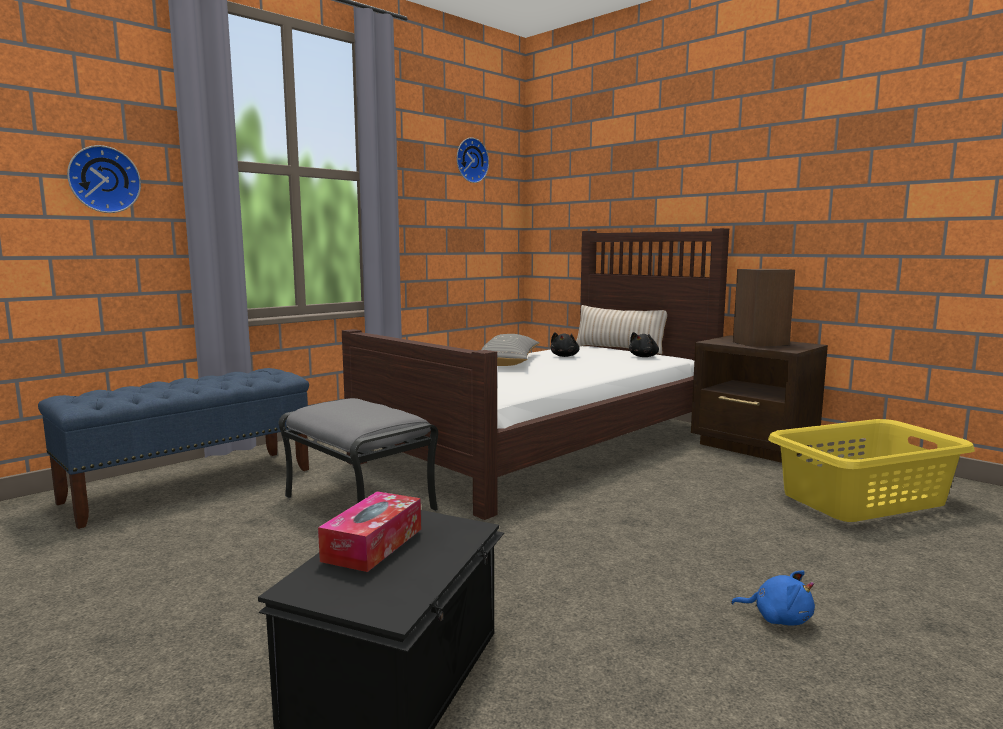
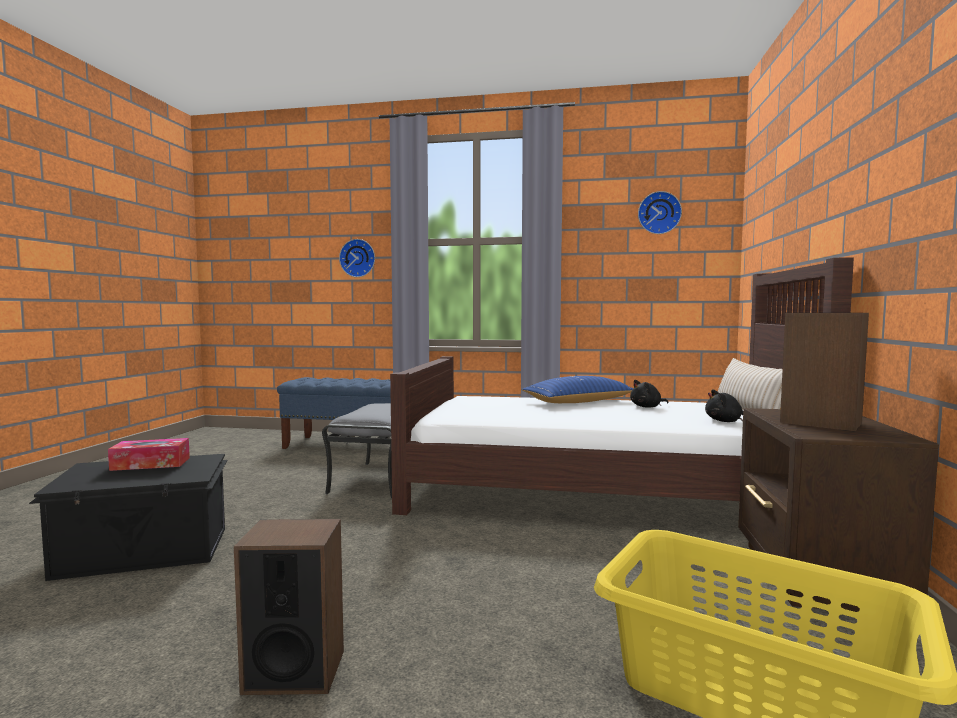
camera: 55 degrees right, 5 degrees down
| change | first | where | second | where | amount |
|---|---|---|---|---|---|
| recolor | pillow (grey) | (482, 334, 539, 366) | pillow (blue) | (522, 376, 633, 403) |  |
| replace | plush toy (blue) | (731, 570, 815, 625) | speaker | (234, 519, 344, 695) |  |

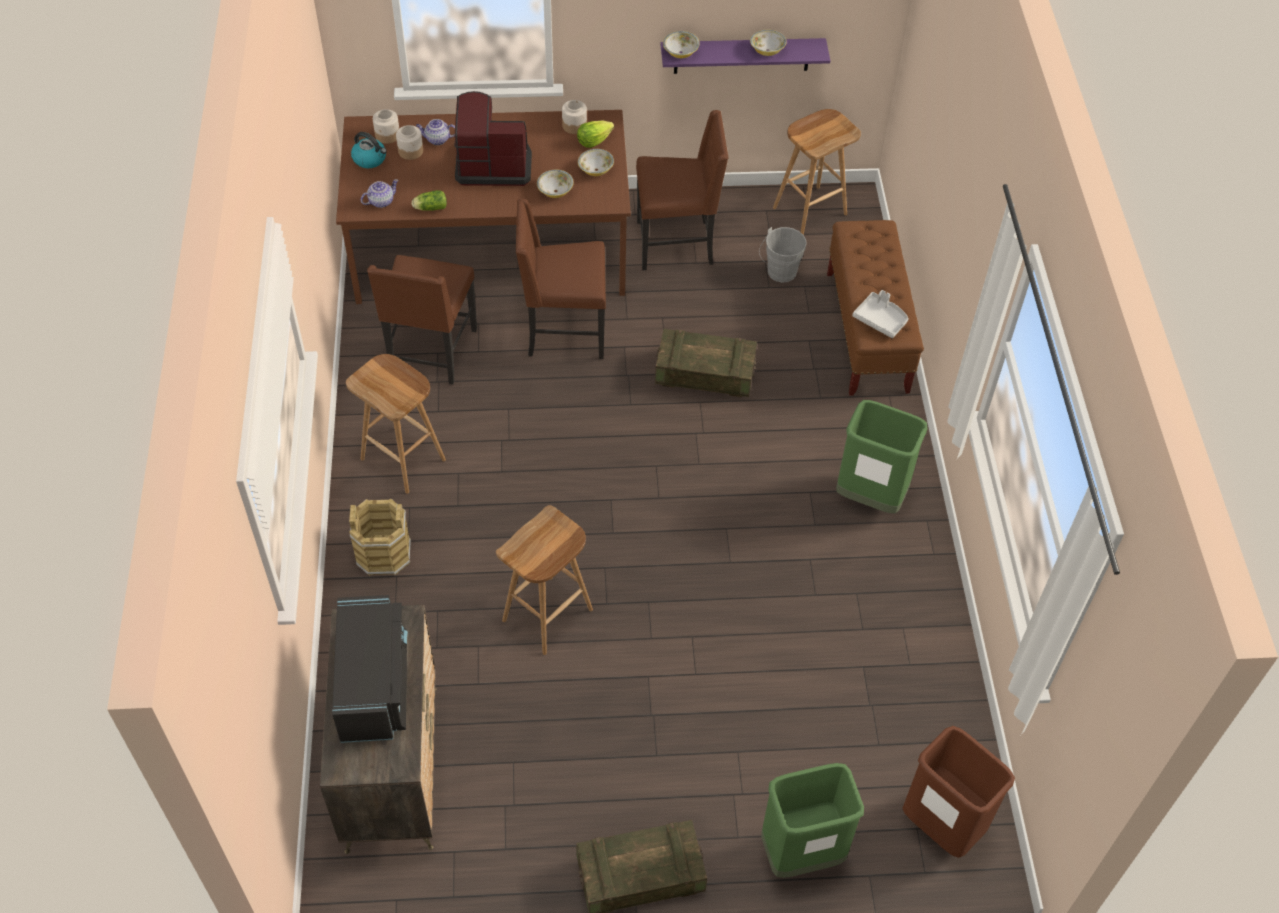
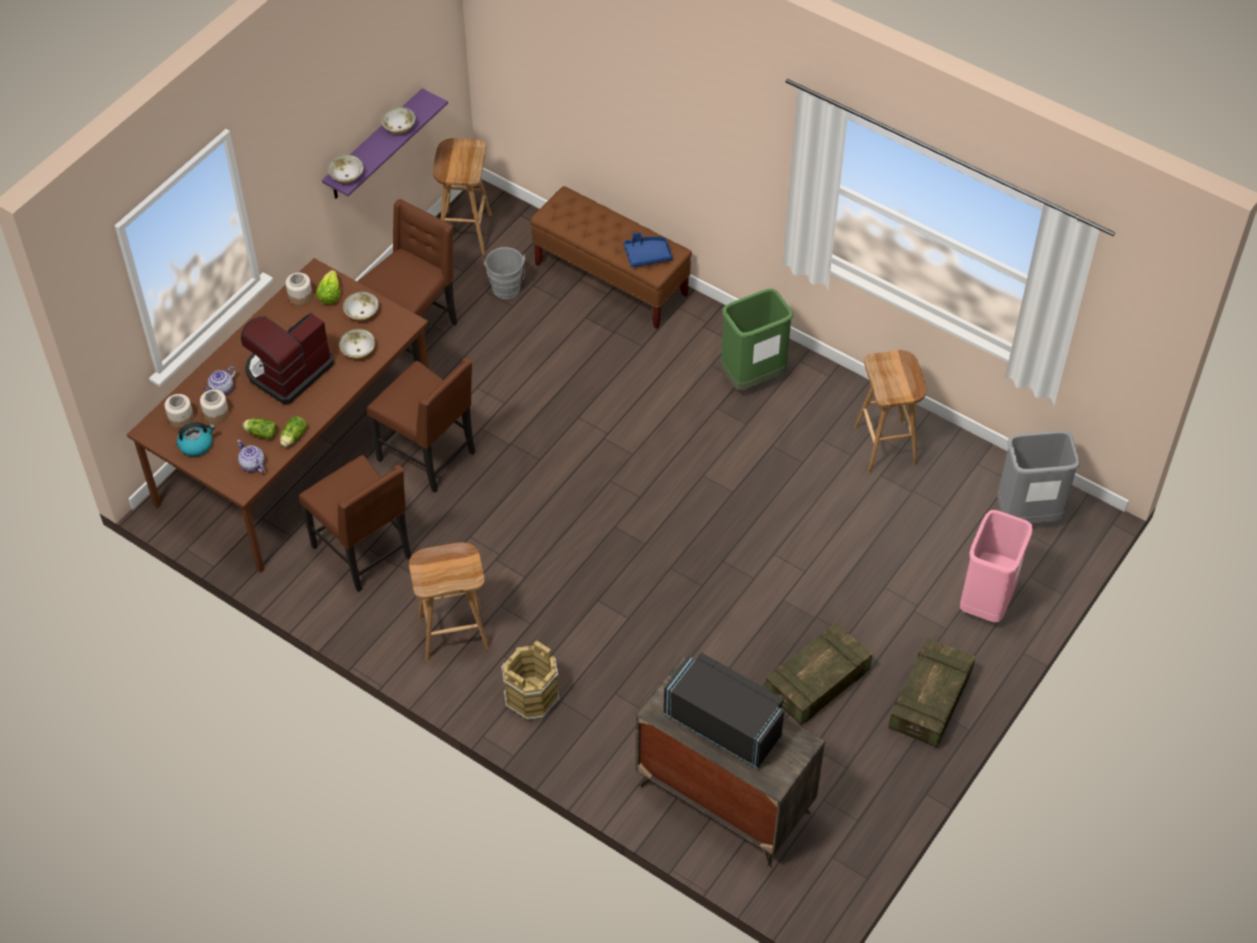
camera: 50 degrees left, 0 degrees up
| change | first | where | second | where | amount |
|---|---|---|---|---|---|
| rotate | teapot | (361, 179, 399, 208) |  | (237, 440, 265, 473) | 45 degrees counterclockwise |
| move | stool (brown) | (496, 505, 593, 655) |  | (854, 350, 926, 473) |  |
| rotate | chair (brown) | (516, 199, 606, 359) |  | (367, 357, 475, 493) | 90 degrees counterclockwise |
| move | crate | (655, 329, 757, 397) |  | (765, 622, 872, 725) |  |
| recolor | trash can (green) | (761, 763, 864, 878) | trash can (pink) | (960, 510, 1033, 622) |  |
| recolor | tray (grey) | (853, 290, 909, 338) | tray (blue) | (623, 232, 673, 268) |  |
| recolor | trash can (brown) | (902, 726, 1015, 858) | trash can (grey) | (997, 431, 1080, 523) |  |
| insert |  |  | lettuce | (243, 418, 277, 440) |  |

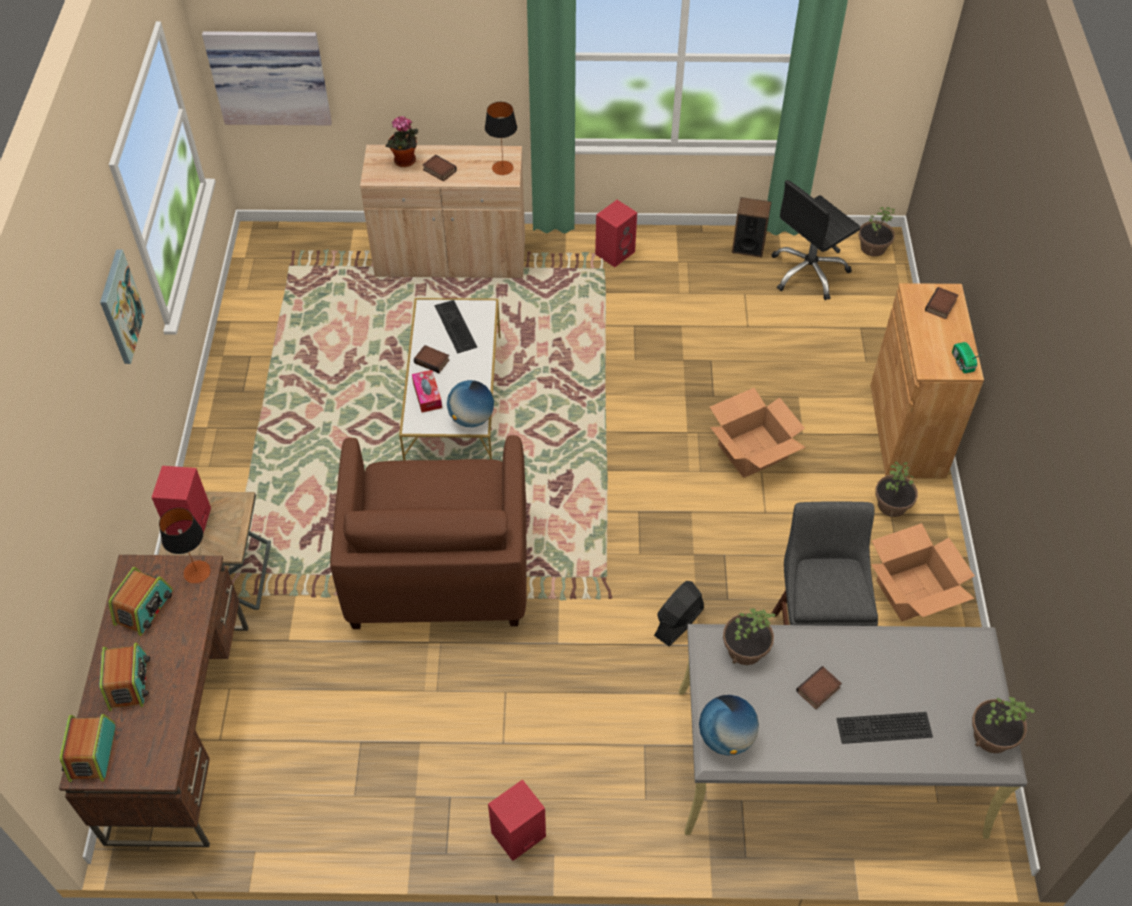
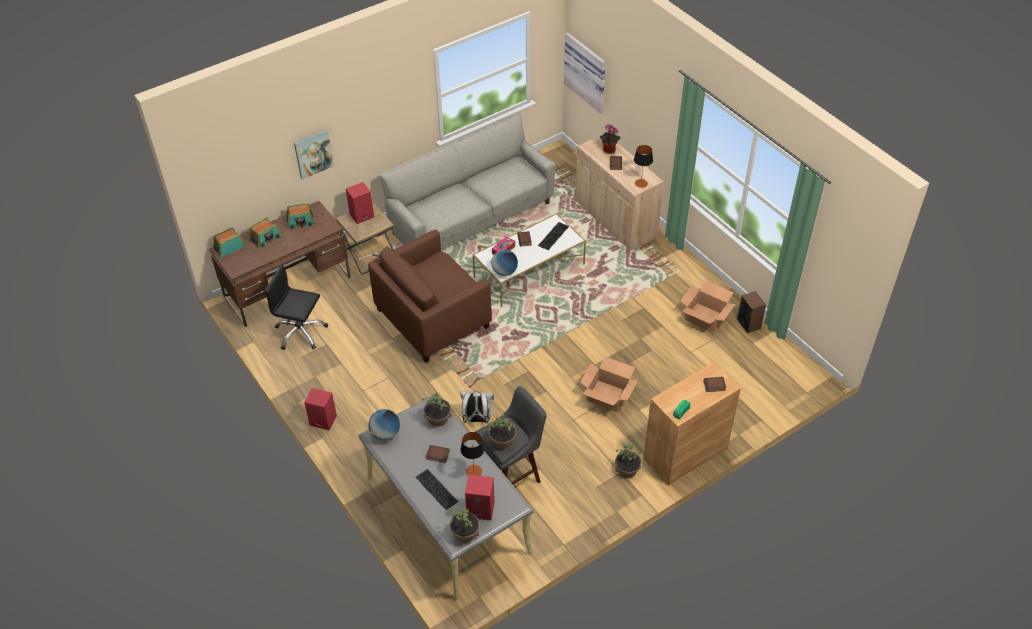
camera: 55 degrees right, 5 degrees down
| change | first | where | second | where | amount |
|---|---|---|---|---|---|
| move | picture | (100, 250, 145, 364) |  | (294, 129, 334, 180) |  |
| move | table lamp | (159, 508, 211, 584) |  | (461, 432, 485, 476) |  |
| move | speaker (red) | (595, 200, 637, 267) |  | (465, 474, 495, 521) |  |
| replace | fan (black) | (654, 581, 704, 646) | backpack (white) | (460, 391, 494, 423) |  |
| move | office chair (black) | (771, 180, 861, 300) |  | (264, 264, 328, 350) |  |
| move | potted plant | (858, 207, 895, 257) |  | (488, 414, 516, 449) |  |
| move | cardboard box | (871, 523, 975, 621) |  | (680, 281, 735, 332) |  |
| insert |  |  | sofa (grey) | (380, 113, 556, 250) |  |

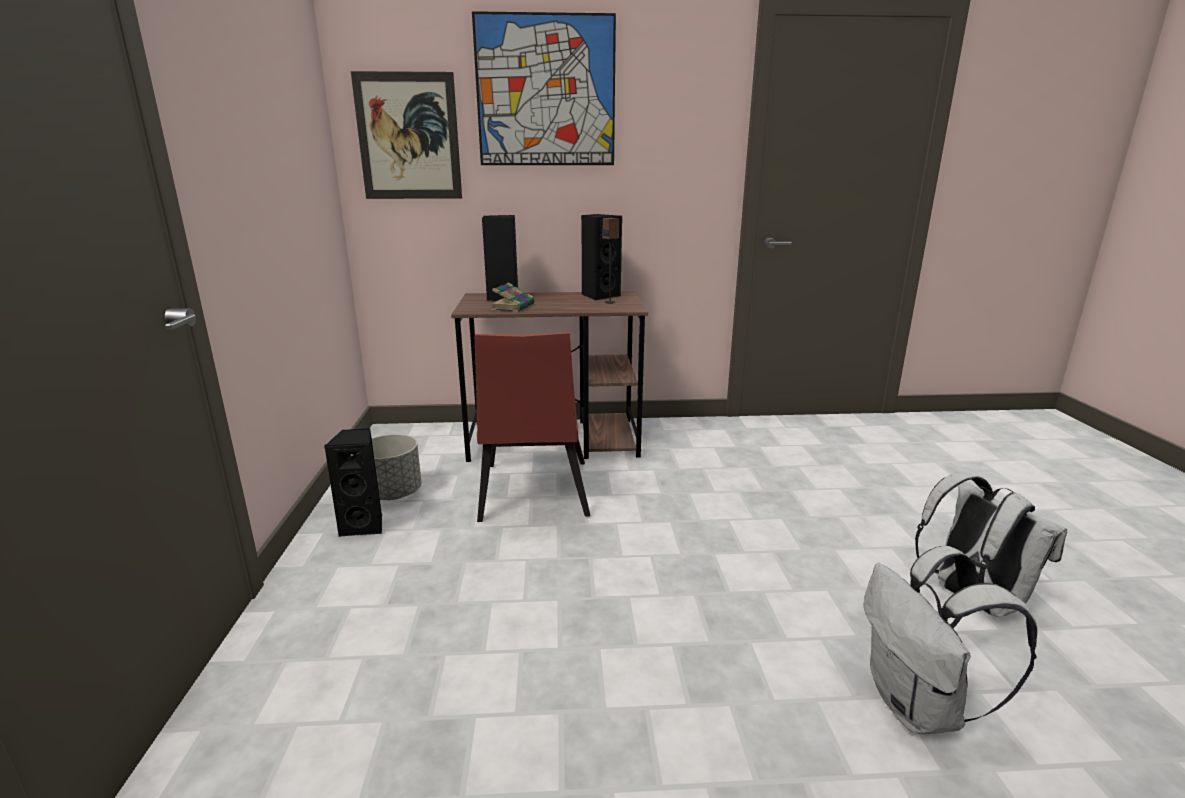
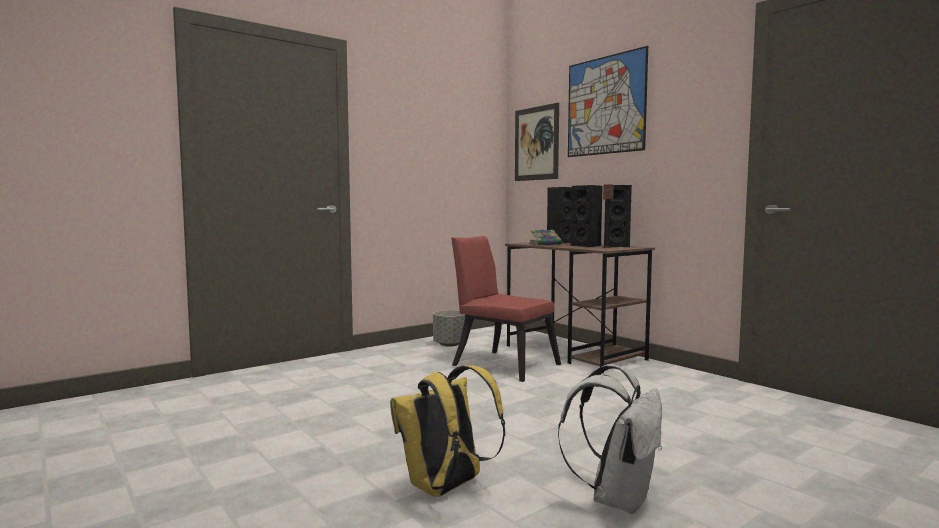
camera: 55 degrees right, 15 degrees down
| change | first | where | second | where | amount |
|---|---|---|---|---|---|
| move | speaker (black) | (324, 428, 382, 537) |  | (570, 185, 603, 247) |  |
| rotate | chair (red) | (475, 332, 590, 522) |  | (451, 236, 561, 382) | 75 degrees clockwise |
| recolor | backpack (white) | (864, 546, 1037, 734) | backpack (yellow) | (390, 365, 505, 497) |  |

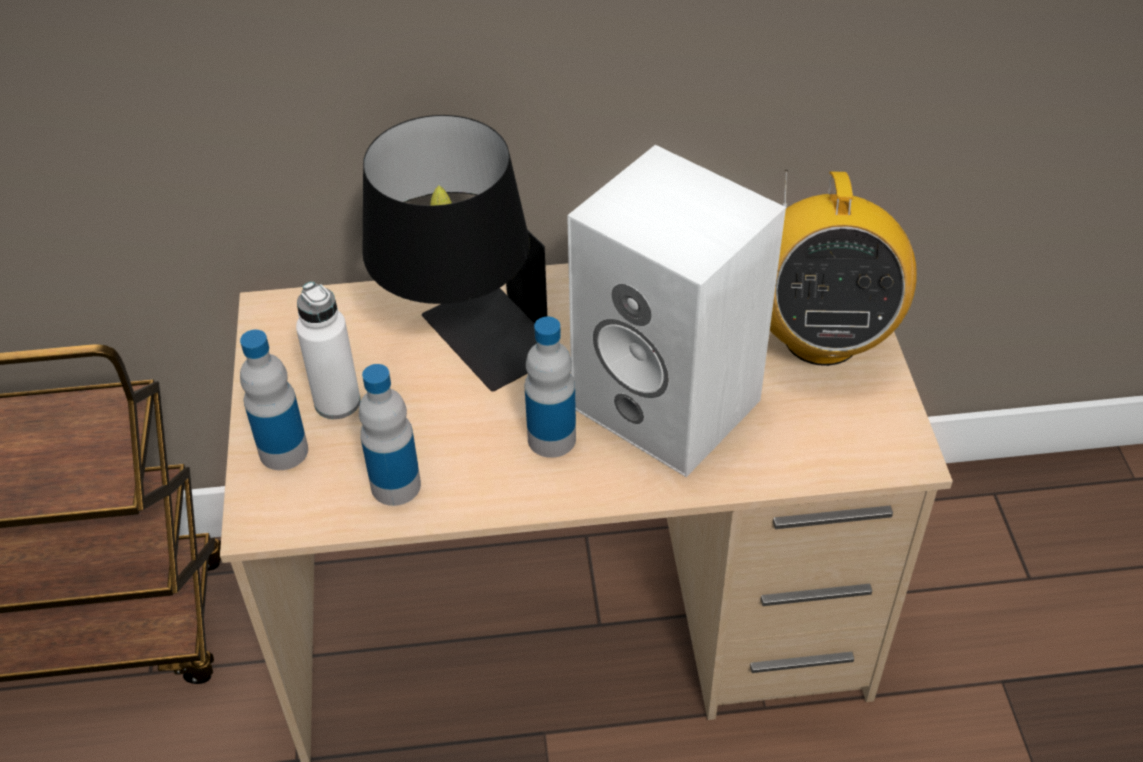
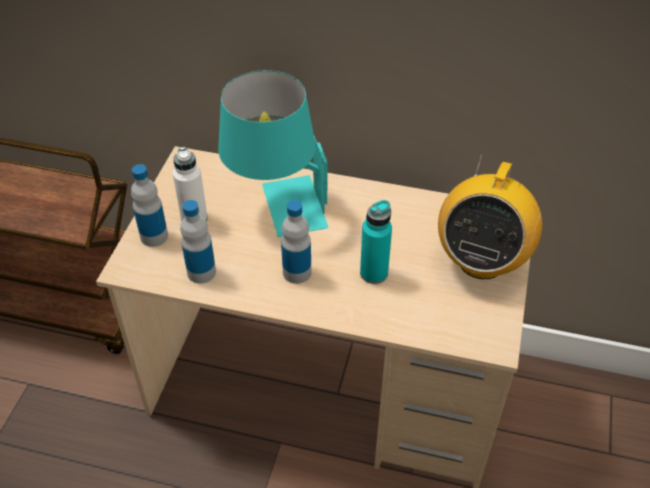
camera: 20 degrees right, 0 degrees up
| change | first | where | second | where | amount |
|---|---|---|---|---|---|
| recolor | table lamp (black) | (363, 115, 547, 391) | table lamp (turquoise) | (218, 70, 328, 237) |  |
| replace | speaker (white) | (567, 145, 786, 477) | bottle (turquoise) | (360, 200, 392, 284) |  |

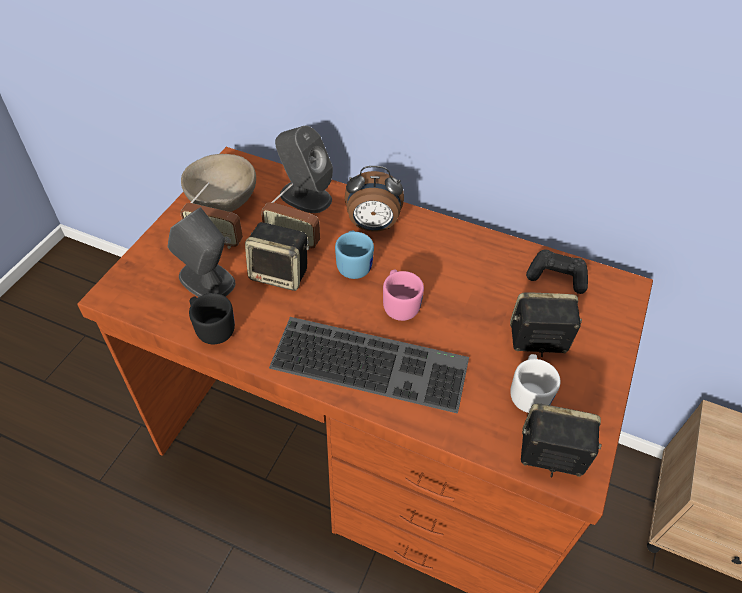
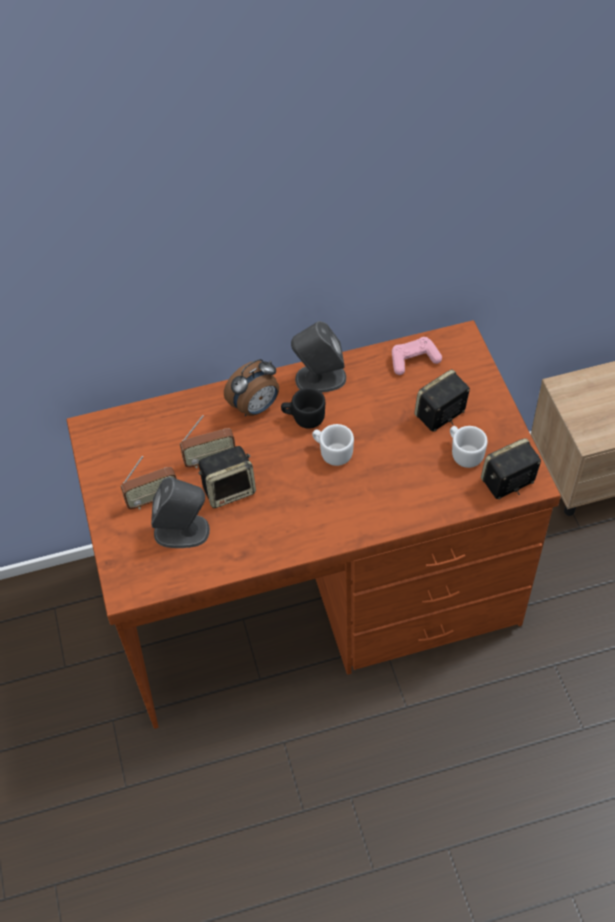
camera: 35 degrees left, 5 degrees up
| change | first | where | second | where | amount |
|---|---|---|---|---|---|
| delete | bowl (beige) | (181, 154, 256, 212) |  |  |  |
| move | mug (black) | (189, 293, 235, 344) |  | (281, 388, 325, 429) |  |
| delete | keyboard | (269, 317, 469, 413) |  |  |  |
| move | speaker (grey) | (275, 126, 333, 213) |  | (291, 321, 346, 393) |  |
| delete | mug (blue) | (335, 230, 374, 279) |  |  |  |
| recolor | mug (pink) | (383, 269, 424, 321) | mug (white) | (312, 424, 354, 466) |  |
| recolor | game controller (black) | (526, 250, 588, 294) | game controller (pink) | (392, 337, 442, 375) |  |

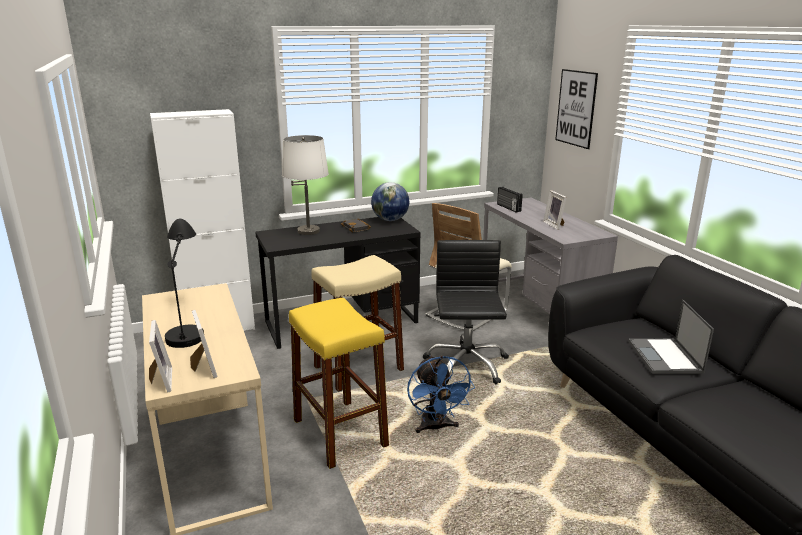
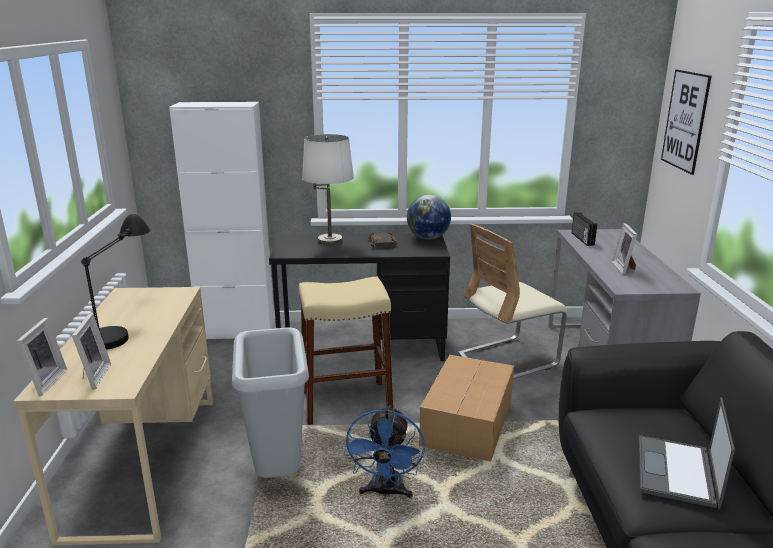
camera: 20 degrees right, 0 degrees up
| change | first | where | second | where | amount |
|---|---|---|---|---|---|
| replace | stool (yellow) | (289, 298, 389, 469) | trash can (grey) | (232, 327, 309, 478) |  |
| replace | office chair (black) | (423, 240, 509, 385) | cardboard box | (419, 355, 514, 462) |  |

